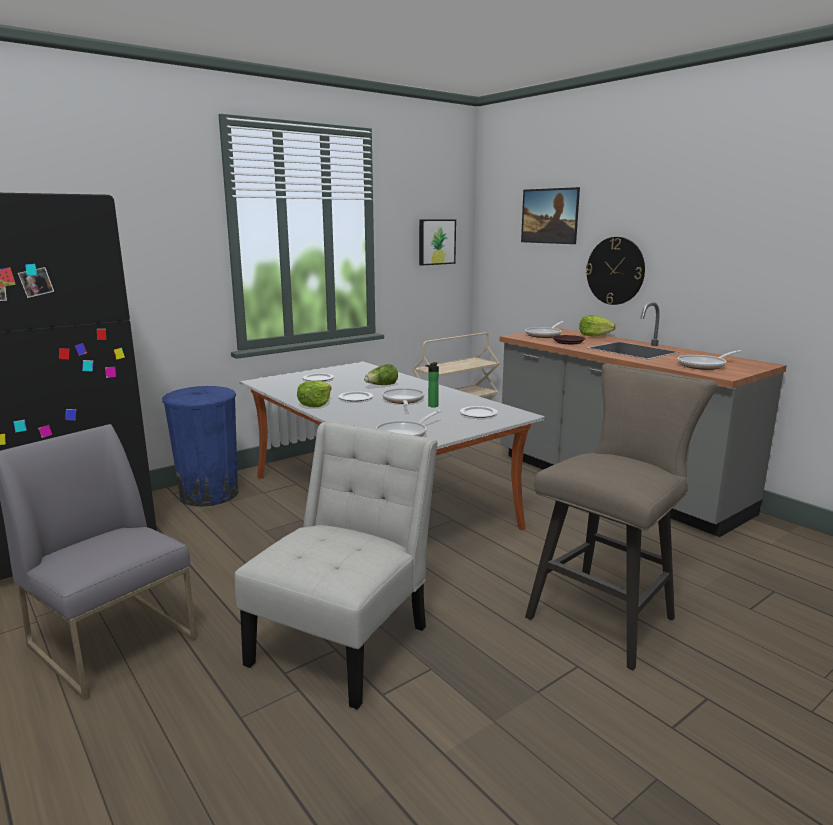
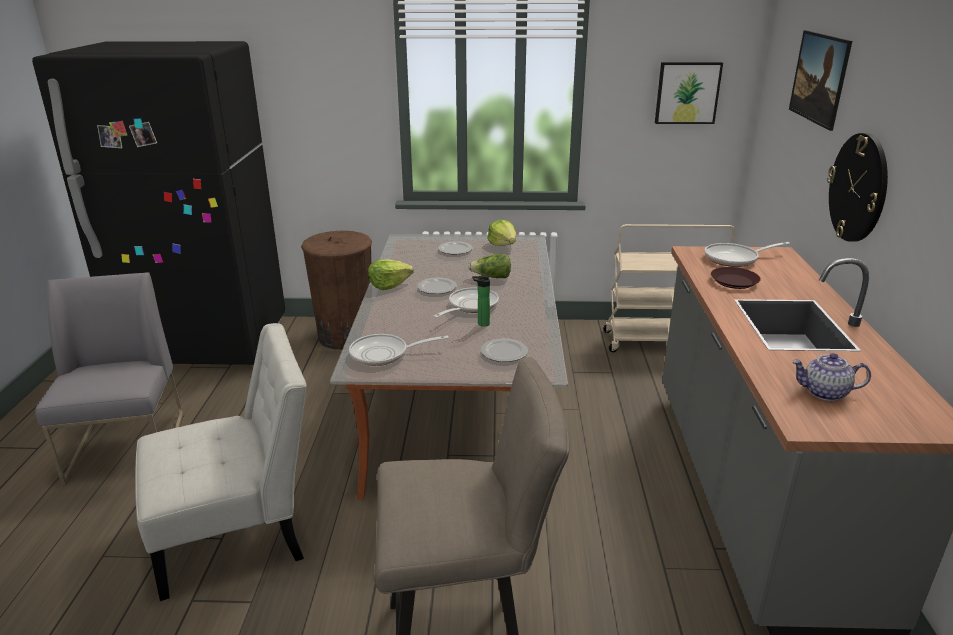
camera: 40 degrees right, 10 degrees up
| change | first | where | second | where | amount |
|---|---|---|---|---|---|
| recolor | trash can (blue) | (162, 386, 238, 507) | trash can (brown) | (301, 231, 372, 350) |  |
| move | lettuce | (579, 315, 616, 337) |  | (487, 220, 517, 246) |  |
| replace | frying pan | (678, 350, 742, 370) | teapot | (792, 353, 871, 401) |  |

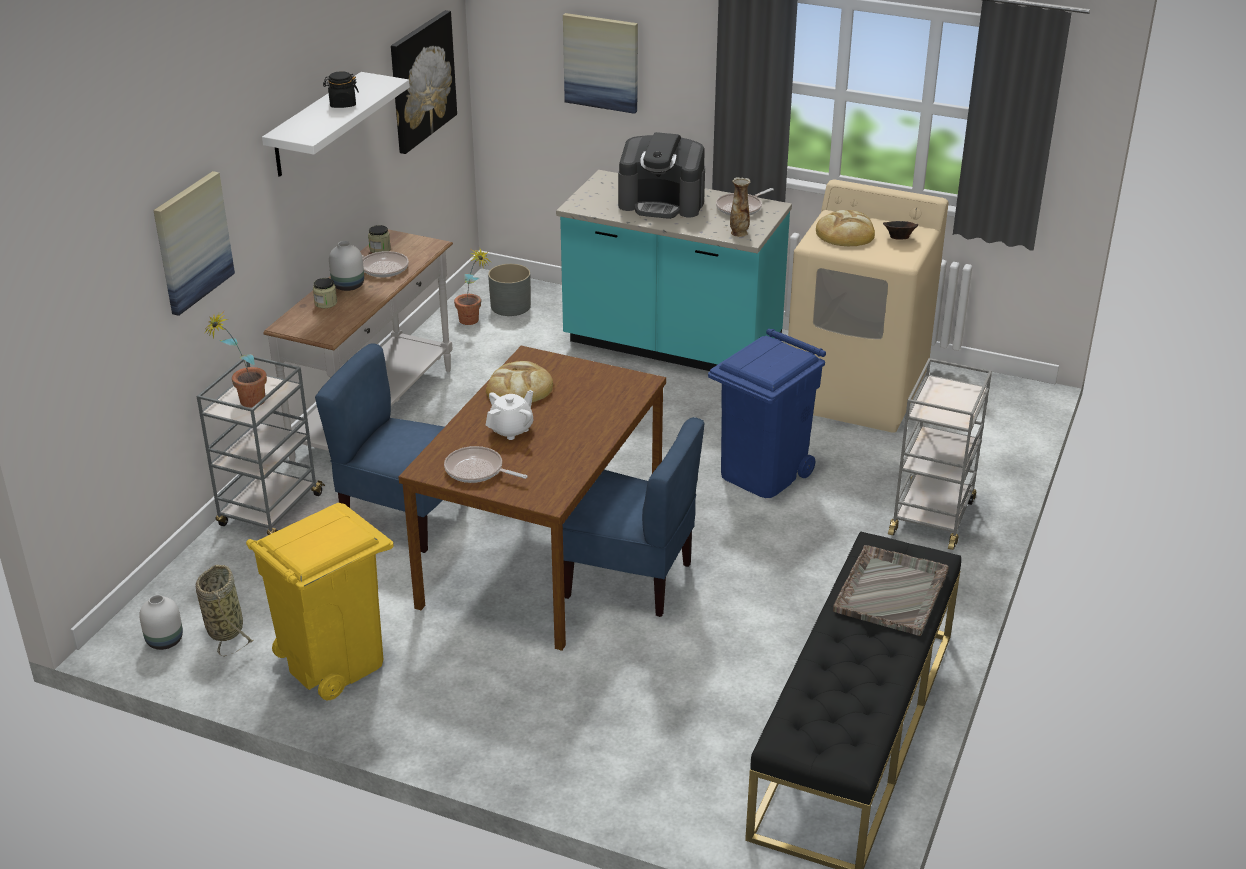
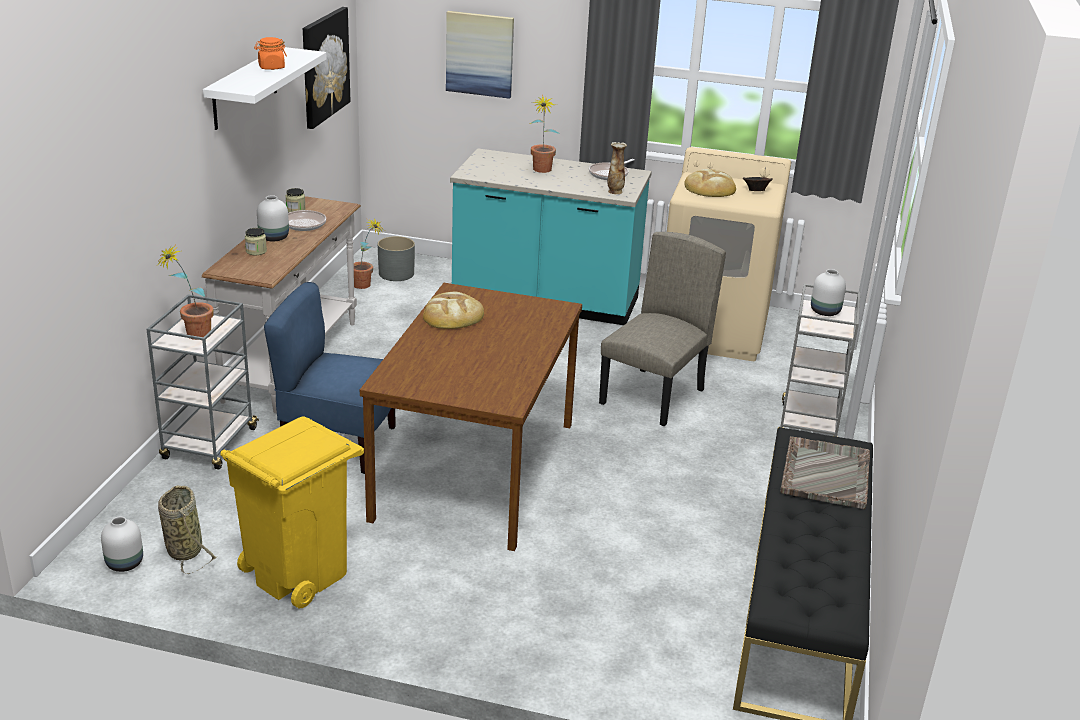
camera: 10 degrees left, 5 degrees down
| change | first | where | second | where | amount |
|---|---|---|---|---|---|
| delete | picture | (153, 171, 235, 316) |  |  |  |
| recolor | jar (black) | (323, 71, 359, 108) | jar (orange) | (254, 37, 287, 70) |  |
| delete | frying pan | (444, 446, 528, 483) |  |  |  |
| delete | teapot (white) | (486, 390, 533, 440) |  |  |  |
| delete | chair (blue) | (563, 417, 705, 617) |  |  |  |
| replace | coffee machine | (618, 132, 705, 219) | potted plant | (529, 95, 560, 173) |  |
| replace | trash can (blue) | (708, 329, 826, 498) | chair (beige) | (599, 232, 726, 426) |  |
| insert |  |  | vase (white) | (811, 269, 846, 316) |  |

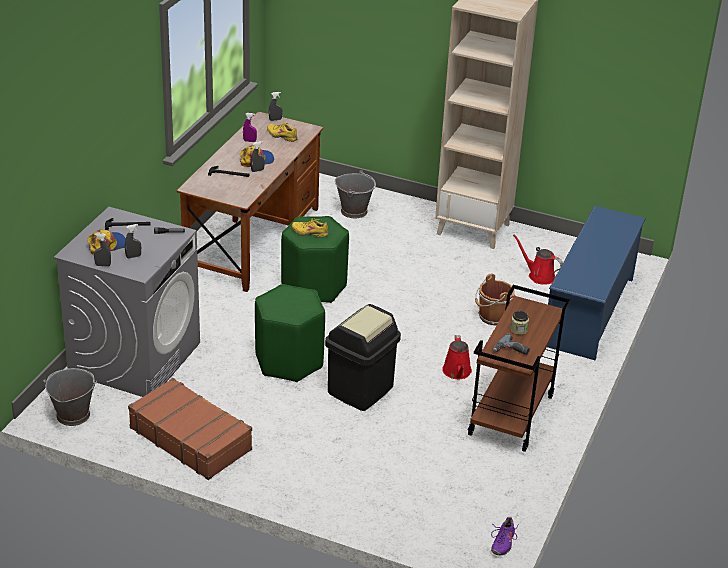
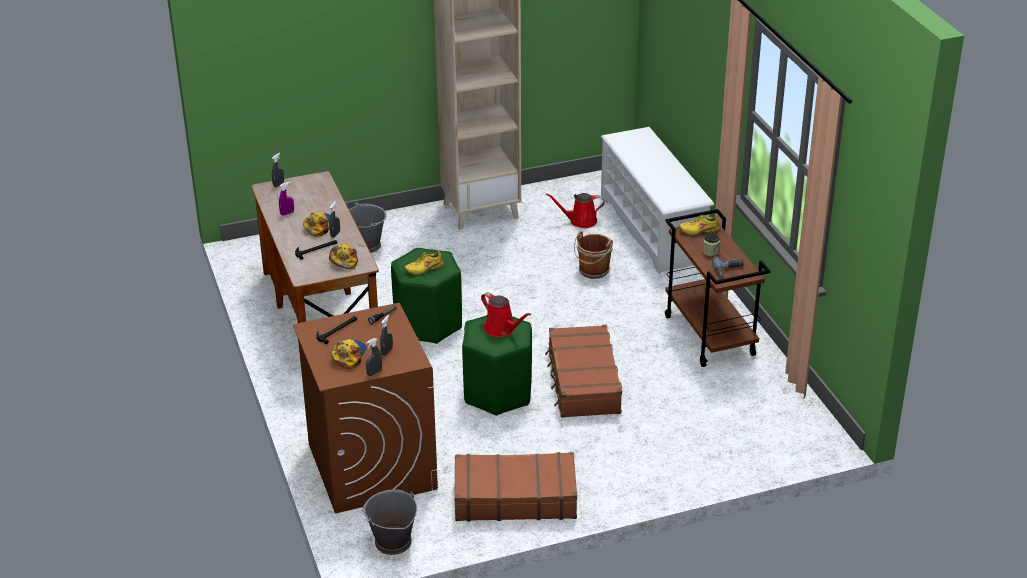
camera: 40 degrees left, 0 degrees up
| change | first | where | second | where | amount |
|---|---|---|---|---|---|
| recolor | washing machine (grey) | (54, 207, 200, 397) | washing machine (brown) | (293, 303, 438, 514) |  |
| move | shoe (yellow) | (267, 123, 298, 142) |  | (679, 214, 719, 235) |  |
| replace | trash can (black) | (325, 304, 401, 411) | suitcase (brown) | (545, 325, 622, 418) |  |
| move | watering can (red) | (442, 335, 472, 379) |  | (481, 292, 531, 337) |  |
| delete | shoe (purple) | (491, 517, 518, 555) |  |  |  |
| recolor | shoe rack (blue) | (547, 206, 646, 360) | shoe rack (white) | (601, 127, 714, 274) |  |
| insert |  |  | cap | (329, 244, 358, 269) |  |

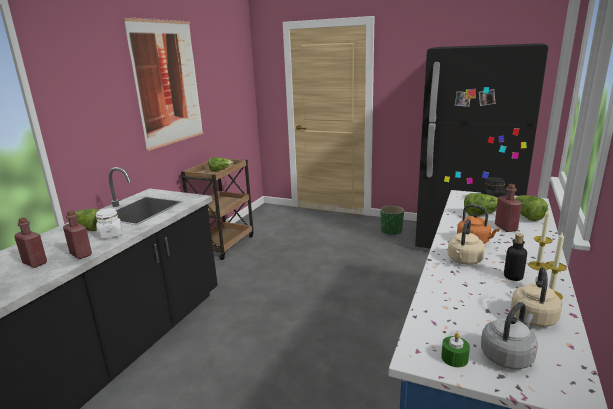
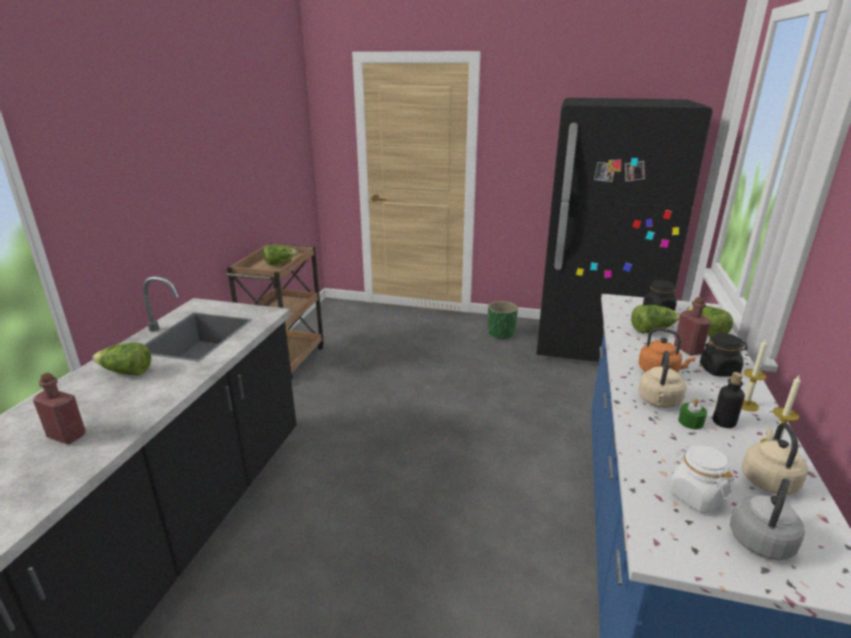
camera: 10 degrees left, 5 degrees up
| change | first | where | second | where | amount |
|---|---|---|---|---|---|
| delete | bottle (red) | (63, 210, 92, 259) |  |  |  |
| move | jar (white) | (96, 208, 122, 239) |  | (669, 445, 734, 513) |  |
| delete | picture | (123, 18, 204, 151) |  |  |  |
| move | candle (green) | (441, 333, 470, 367) |  | (678, 398, 707, 429) |  |
| insert |  |  | jar (black) | (700, 333, 748, 377) |  |

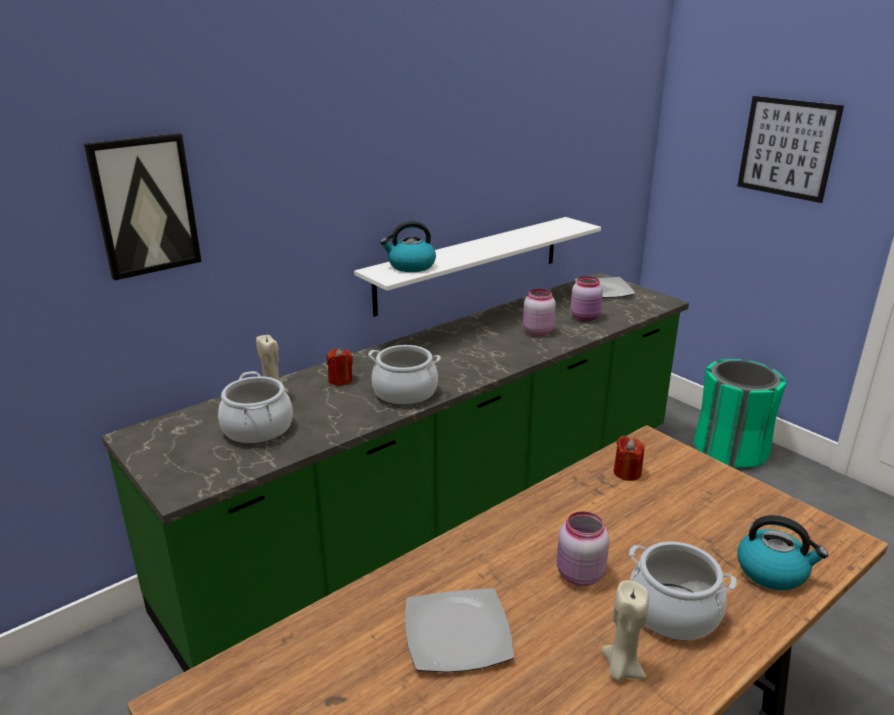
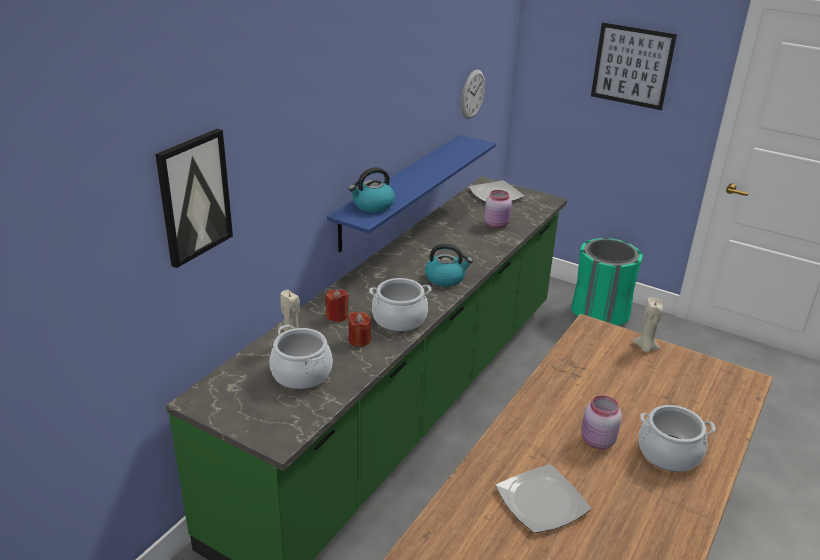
camera: 20 degrees left, 5 degrees up
| change | first | where | second | where | amount |
|---|---|---|---|---|---|
| recolor | shelf (white) | (354, 217, 601, 317) | shelf (blue) | (327, 135, 496, 252) |  |
| delete | jar (pink) | (523, 289, 556, 336) |  |  |  |
| move | candle (beige) | (602, 580, 649, 681) |  | (633, 298, 663, 353) |  |
| move | candle (red) | (614, 436, 645, 481) |  | (348, 311, 371, 347) |  |
| move | kettle | (738, 515, 828, 590) |  | (425, 244, 473, 287) |  |
| insert |  |  | wall clock | (461, 69, 485, 119) |  |

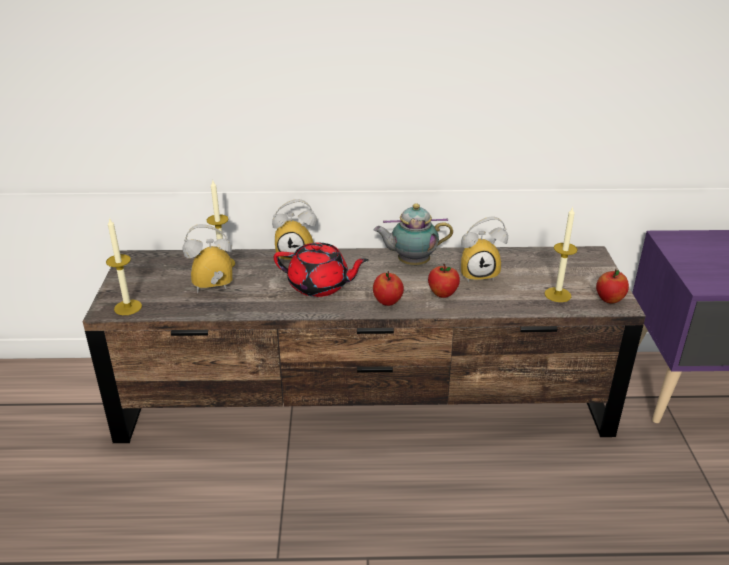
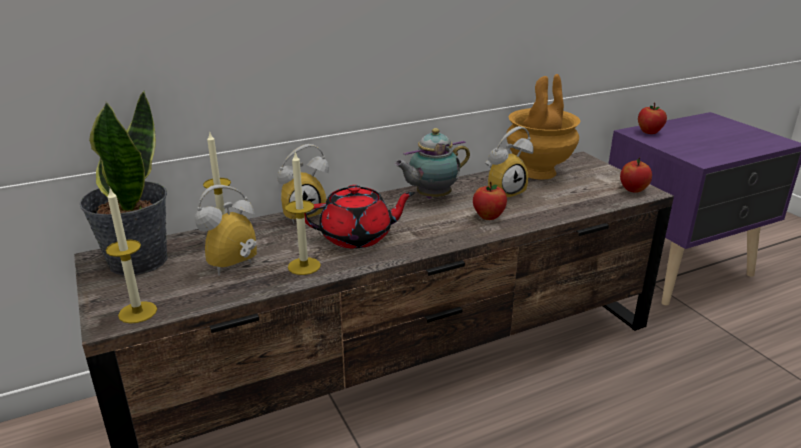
camera: 25 degrees left, 5 degrees down
| change | first | where | second | where | amount |
|---|---|---|---|---|---|
| move | apple | (373, 271, 404, 306) |  | (638, 103, 667, 134) |  |
| move | candle | (545, 207, 578, 302) |  | (285, 151, 321, 275) |  |
| insert |  |  | potted plant | (80, 90, 168, 276) |  |
| insert |  |  | vase (brown) | (506, 74, 580, 180) |  |

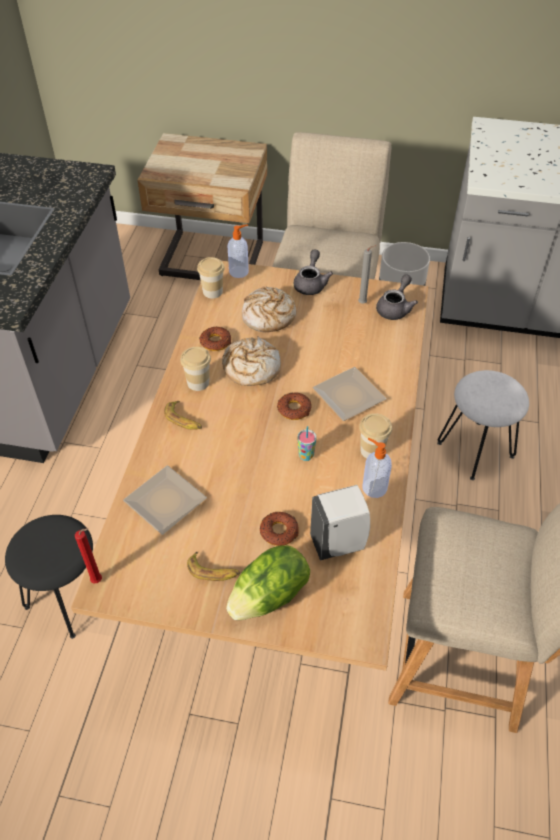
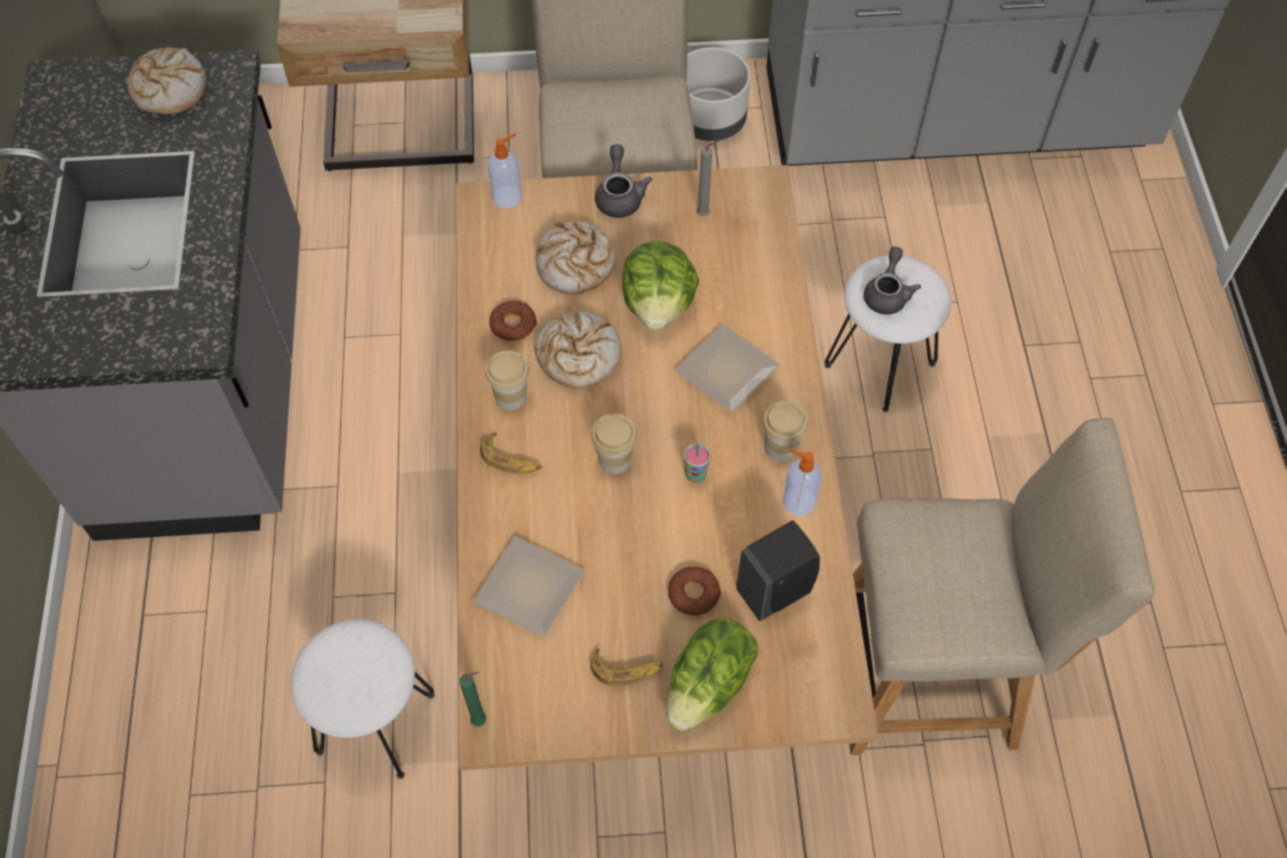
camera: 15 degrees left, 10 degrees up
| change | first | where | second | where | amount |
|---|---|---|---|---|---|
| recolor | stool (black) | (5, 515, 93, 639) | stool (white) | (290, 619, 435, 779) |  |
| recolor | candle (red) | (75, 528, 102, 584) | candle (green) | (459, 671, 486, 727) |  |
| move | cup | (197, 257, 224, 298) |  | (592, 414, 637, 474) |  |
| delete | donut | (277, 392, 311, 420) |  |  |  |
| recolor | soap dispenser (white) | (310, 485, 370, 560) | soap dispenser (black) | (736, 520, 820, 621) |  |
| move | teapot (grey) | (376, 274, 418, 320) |  | (864, 247, 921, 315) |  |
| insert |  |  | bread | (127, 47, 207, 114) |  |
| insert |  |  | lettuce | (622, 241, 699, 330) |  |

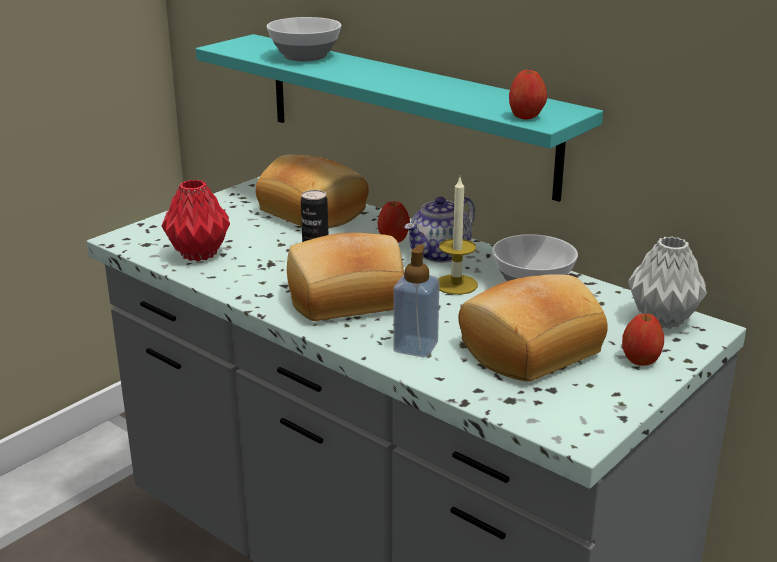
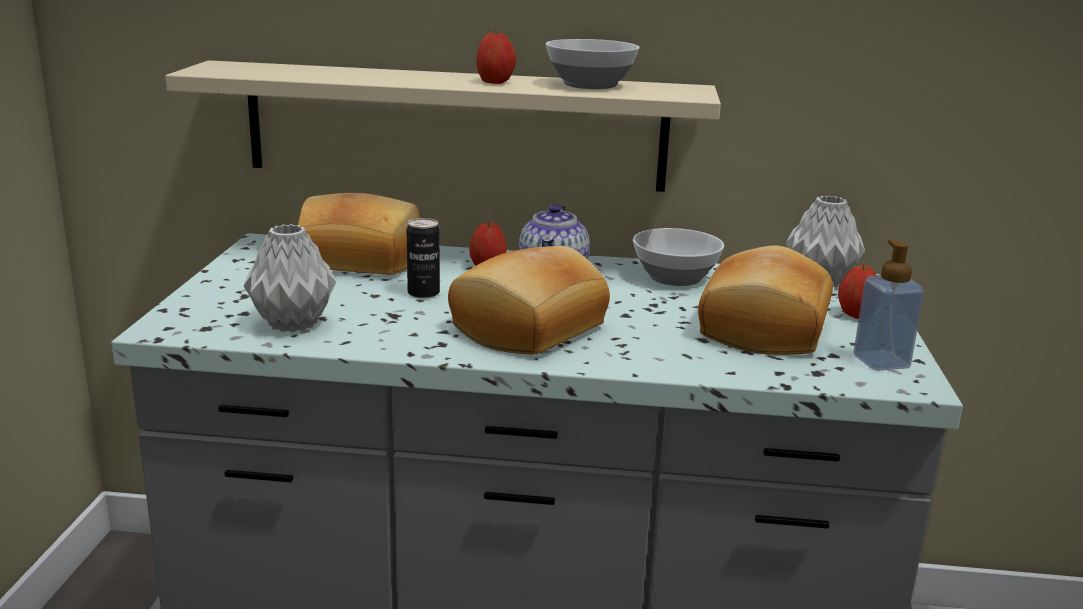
camera: 35 degrees left, 5 degrees down
| change | first | where | second | where | amount |
|---|---|---|---|---|---|
| recolor | vase (red) | (162, 179, 230, 261) | vase (grey) | (244, 224, 336, 332) |  |
| recolor | shelf (turquoise) | (196, 34, 603, 202) | shelf (beige) | (165, 60, 721, 192) |  |
| move | bowl | (267, 17, 342, 61) |  | (546, 39, 640, 89) |  |
| move | soap dispenser | (393, 244, 440, 357) |  | (853, 239, 924, 371) |  |
| delete | candle | (438, 178, 478, 295) |  |  |  |
| move | apple | (509, 68, 547, 119) |  | (477, 30, 516, 84) |  |

